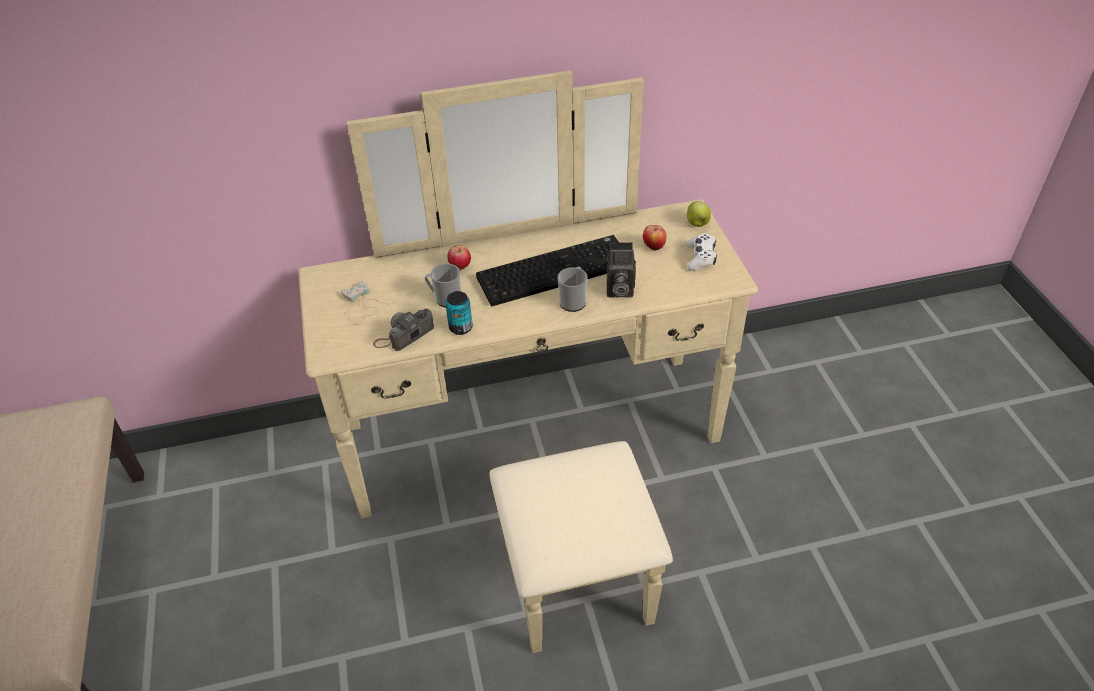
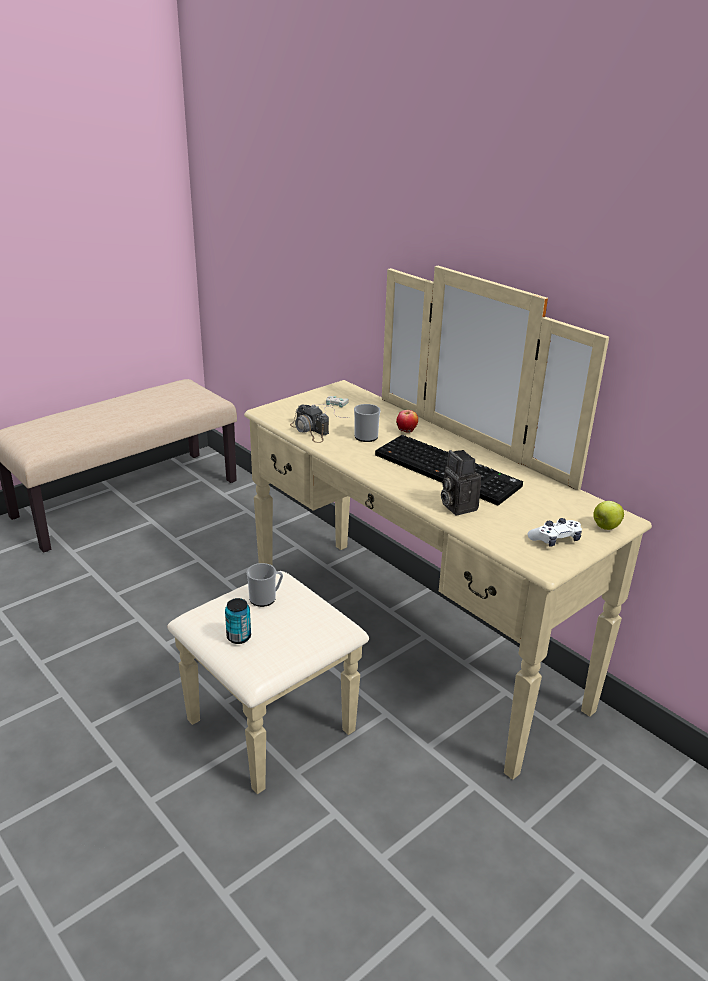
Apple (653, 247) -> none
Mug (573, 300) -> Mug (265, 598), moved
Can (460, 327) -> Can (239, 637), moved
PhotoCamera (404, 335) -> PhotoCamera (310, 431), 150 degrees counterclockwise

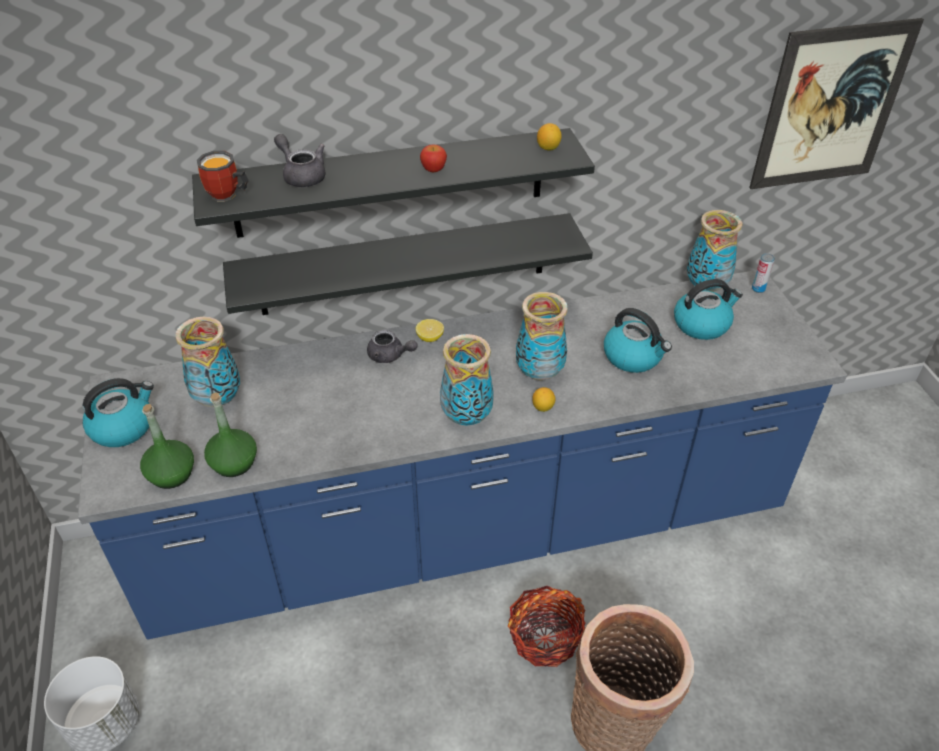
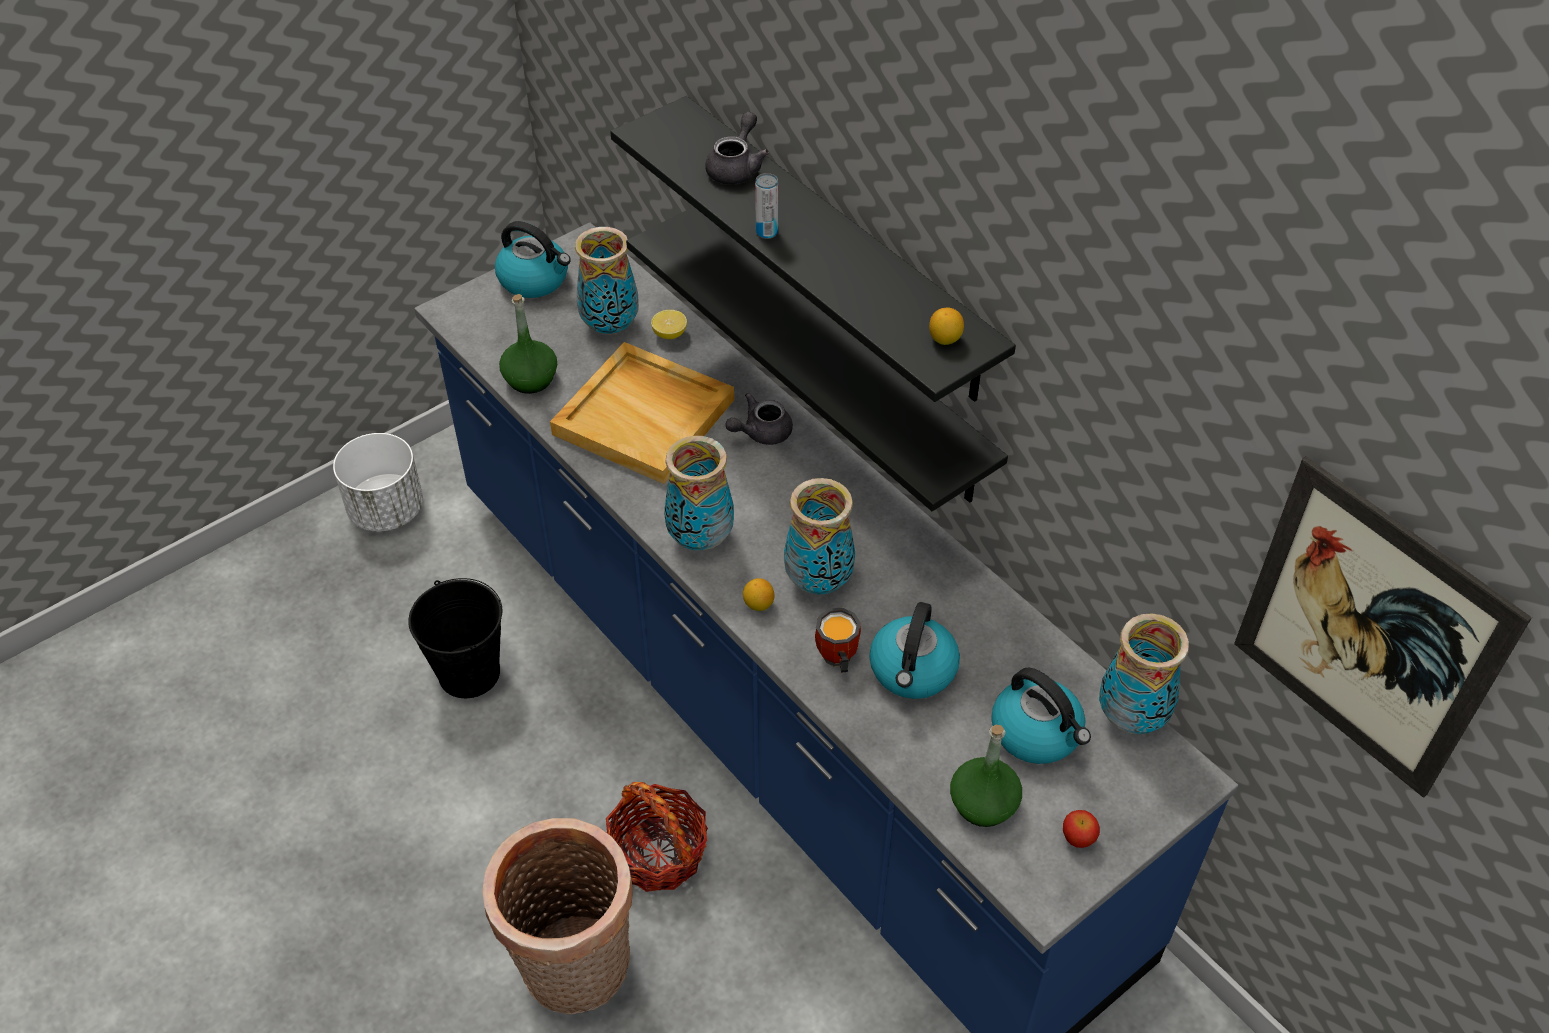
Apple (433, 169) -> Apple (1078, 838), moved
Mug (227, 196) -> Mug (835, 659), moved
Can (758, 289) -> Can (767, 232), moved
Lemon (430, 338) -> Lemon (670, 334), moved
GreyTeapot (390, 356) -> GreyTeapot (761, 432), 60 degrees clockwise
GreenBottle (171, 474) -> GreenBottle (983, 804), moved
none -> BeigeTray (645, 416)
none -> BlackBucket (468, 673)

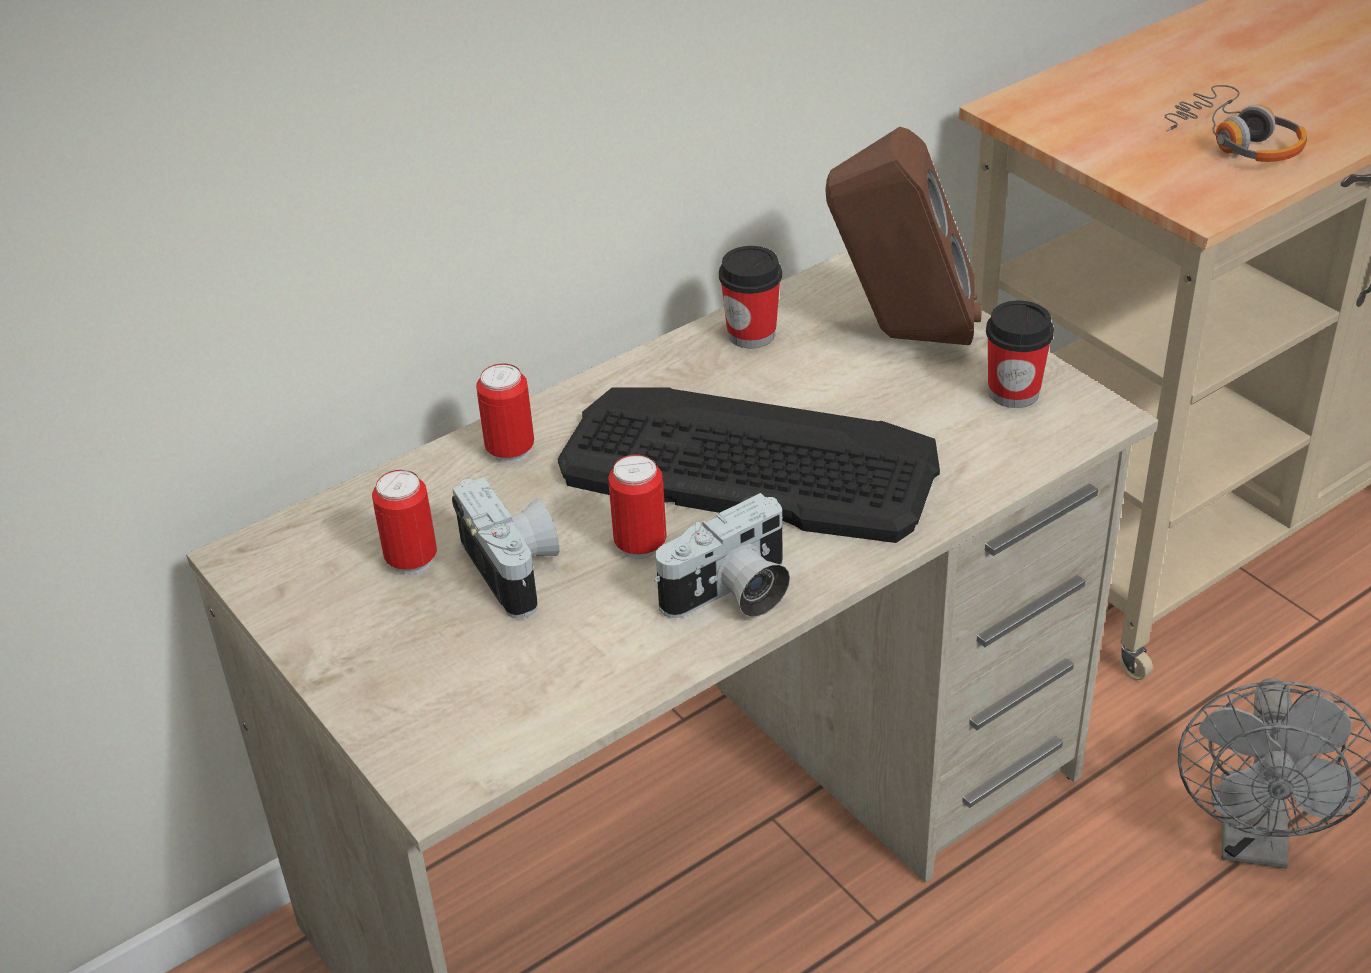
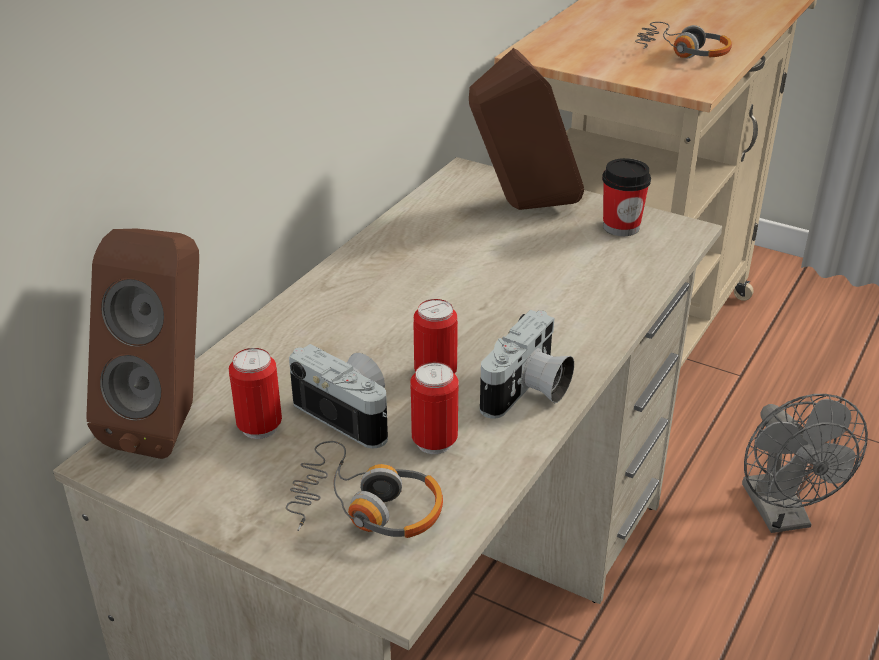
Cup (751, 334) -> none
Can (510, 450) -> Can (434, 442), moved
Keyboard (748, 463) -> none
none -> BrownSpeaker (170, 422)
none -> Headphones (366, 508)

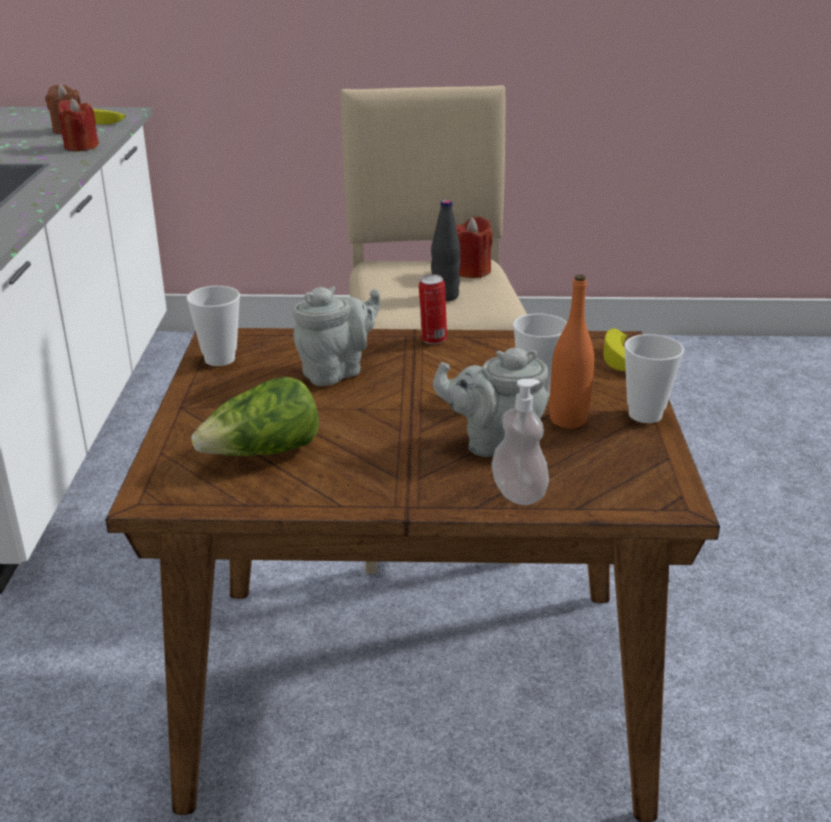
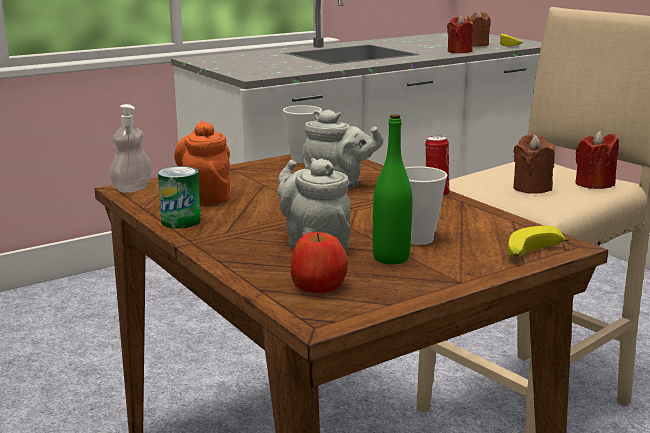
BlackBottle (445, 296) -> BrownCandle (531, 188)
OrangeBottle (568, 419) -> GreenBottle (391, 258)
Cup (645, 414) -> none
Lettuce (263, 453) -> OrangeTeapot (206, 196)
SoapDispenser (518, 493) -> SoapDispenser (132, 189), moved
none -> Can (181, 221)
none -> Apple (318, 285)

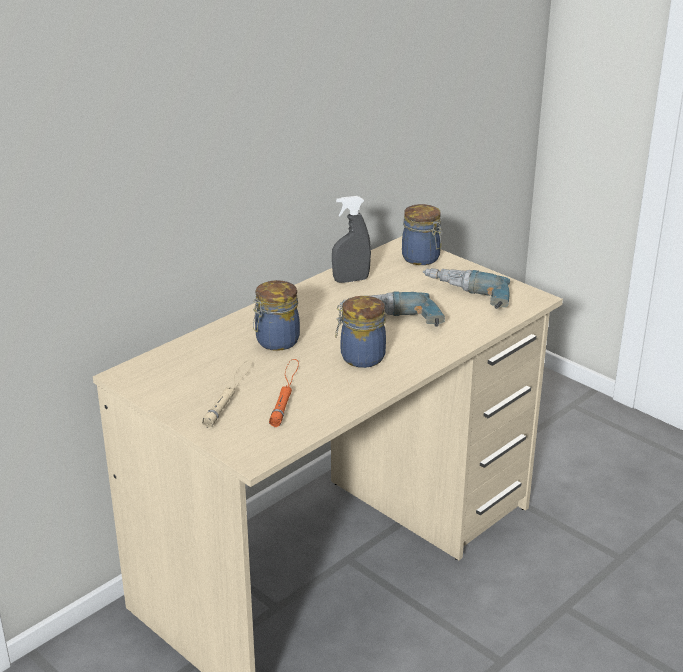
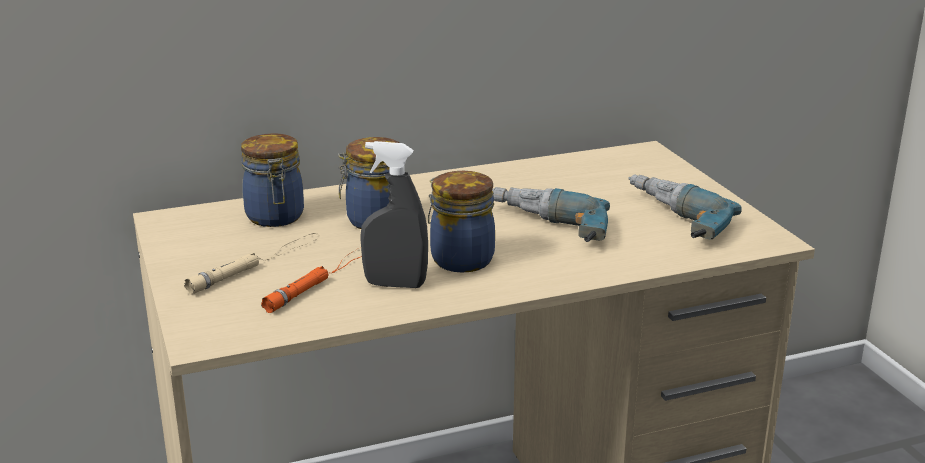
GreySprayBottle (351, 280) -> GreySprayBottle (395, 284), moved
Jar (422, 259) -> Jar (275, 217), moved

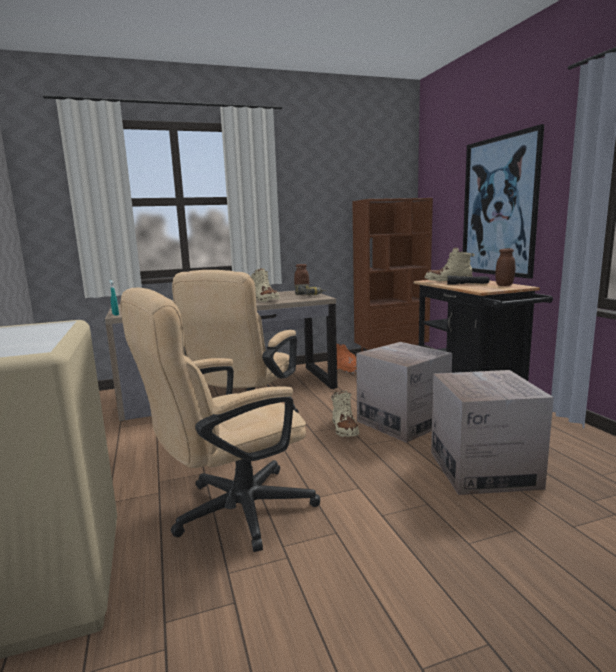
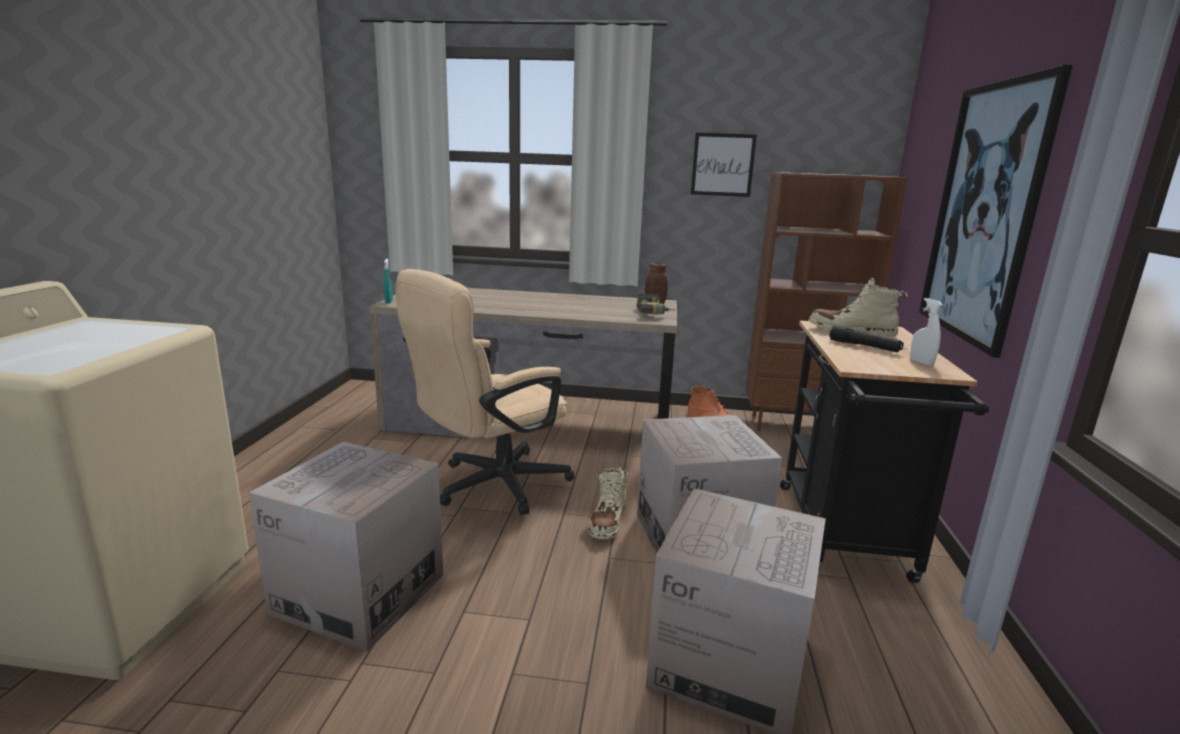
BrownJar (504, 285) -> WhiteSprayBottle (921, 363)
BeigeBoot (265, 300) -> none
BeigeOfficeChair (231, 513) -> CardboardBox (359, 593)
none -> Picture (722, 165)

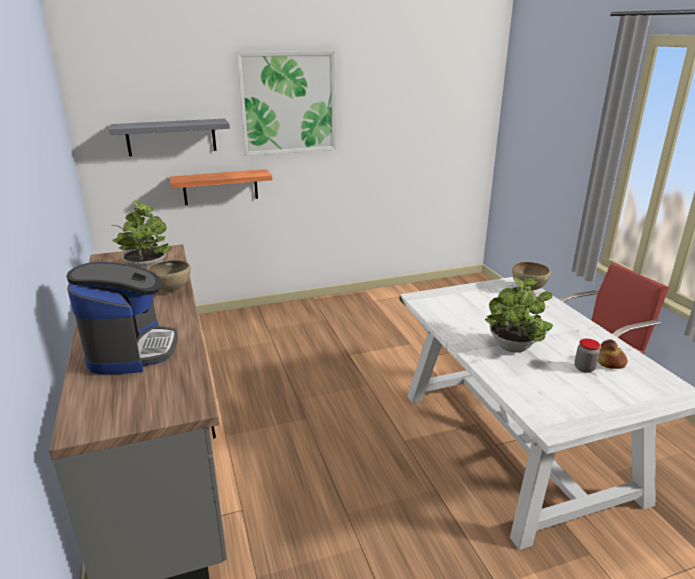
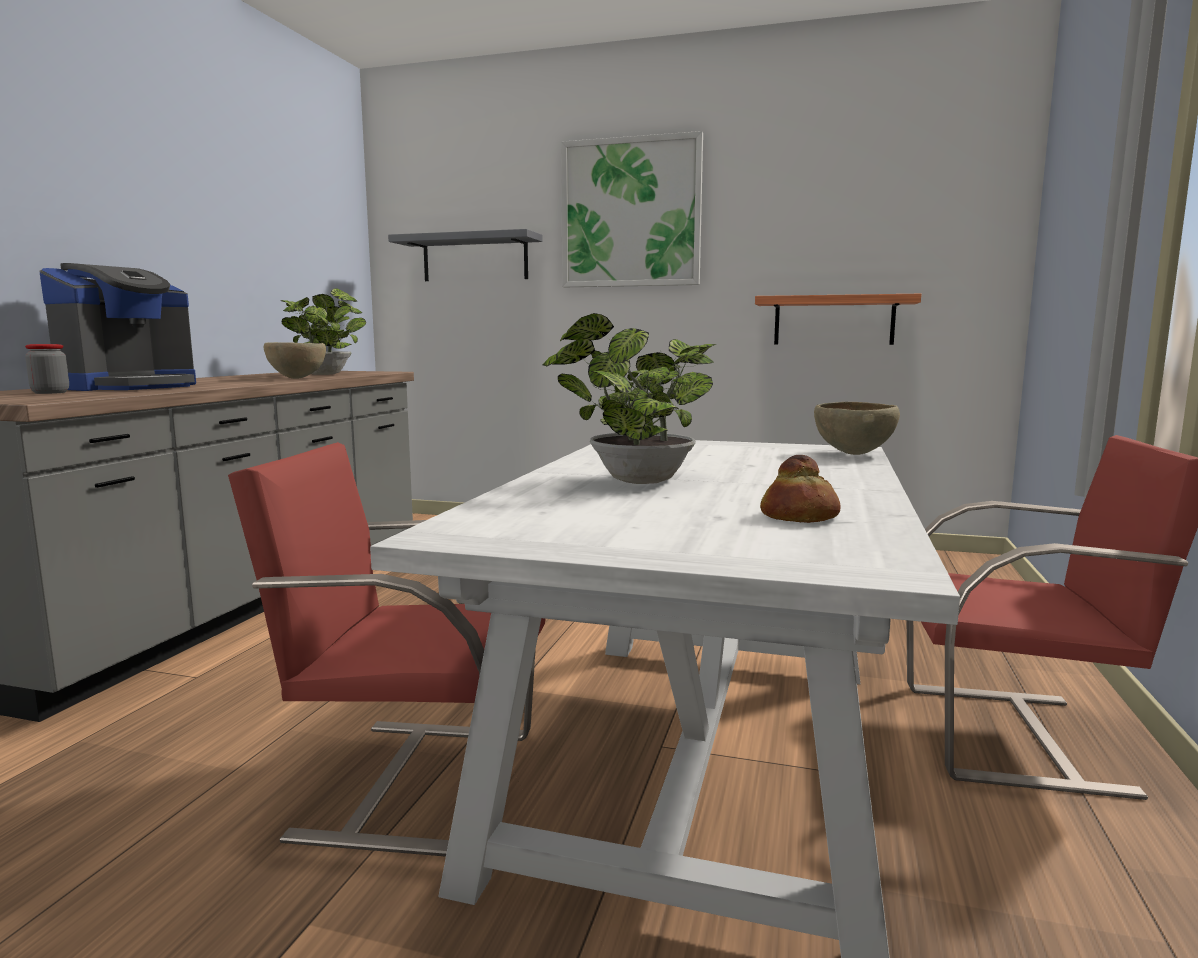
Shelf (220, 187) -> Shelf (833, 320), moved
Jar (584, 368) -> Jar (50, 392), moved
none -> RedChair (415, 781)

